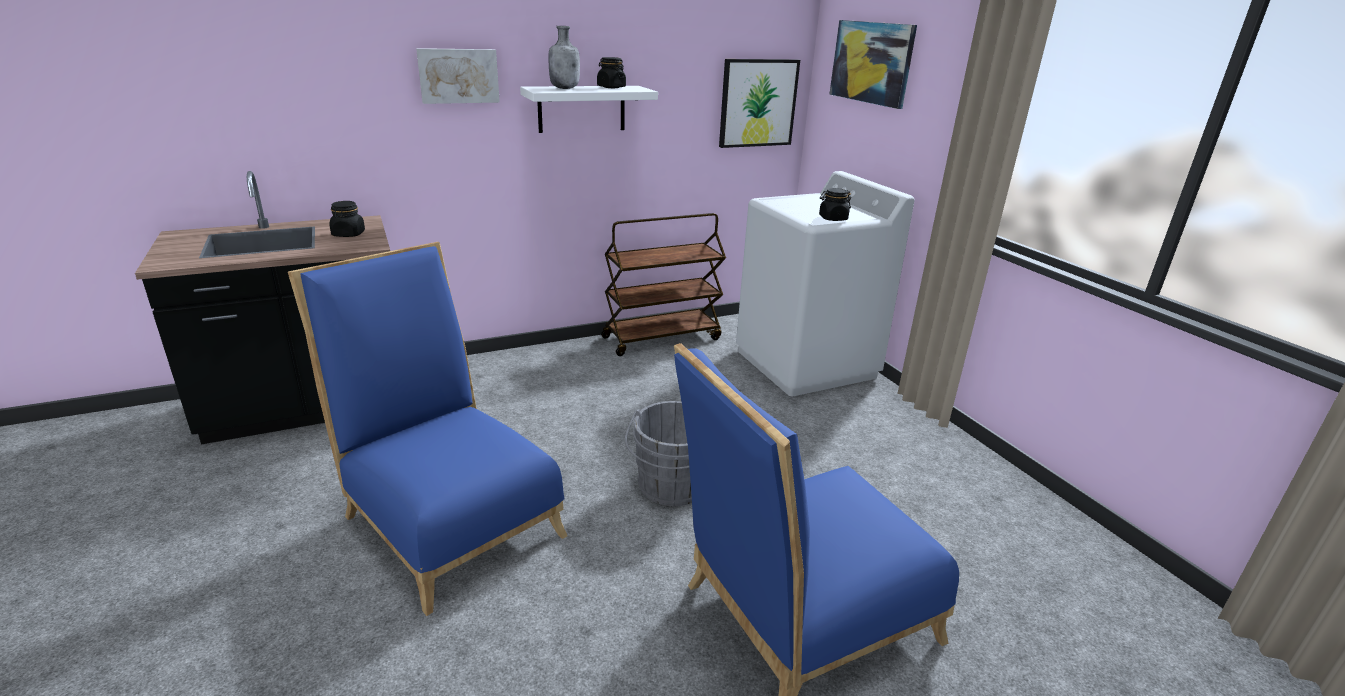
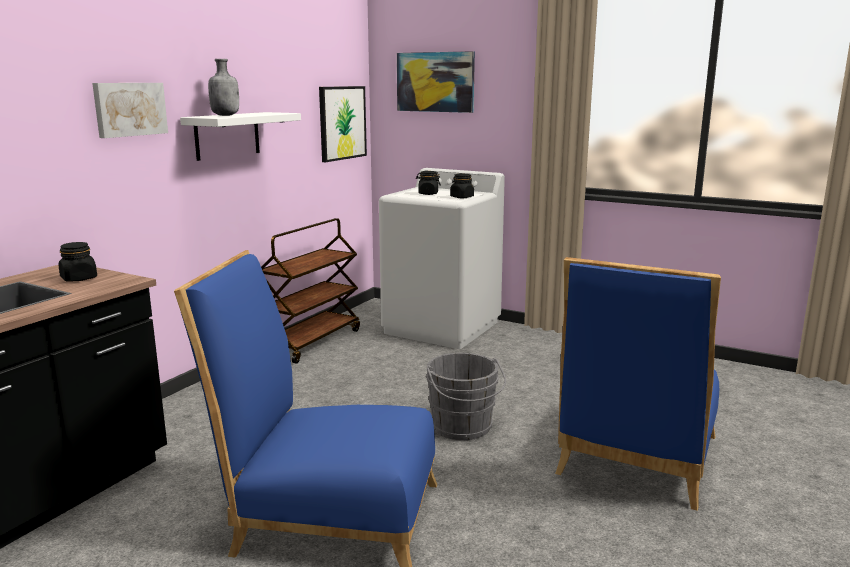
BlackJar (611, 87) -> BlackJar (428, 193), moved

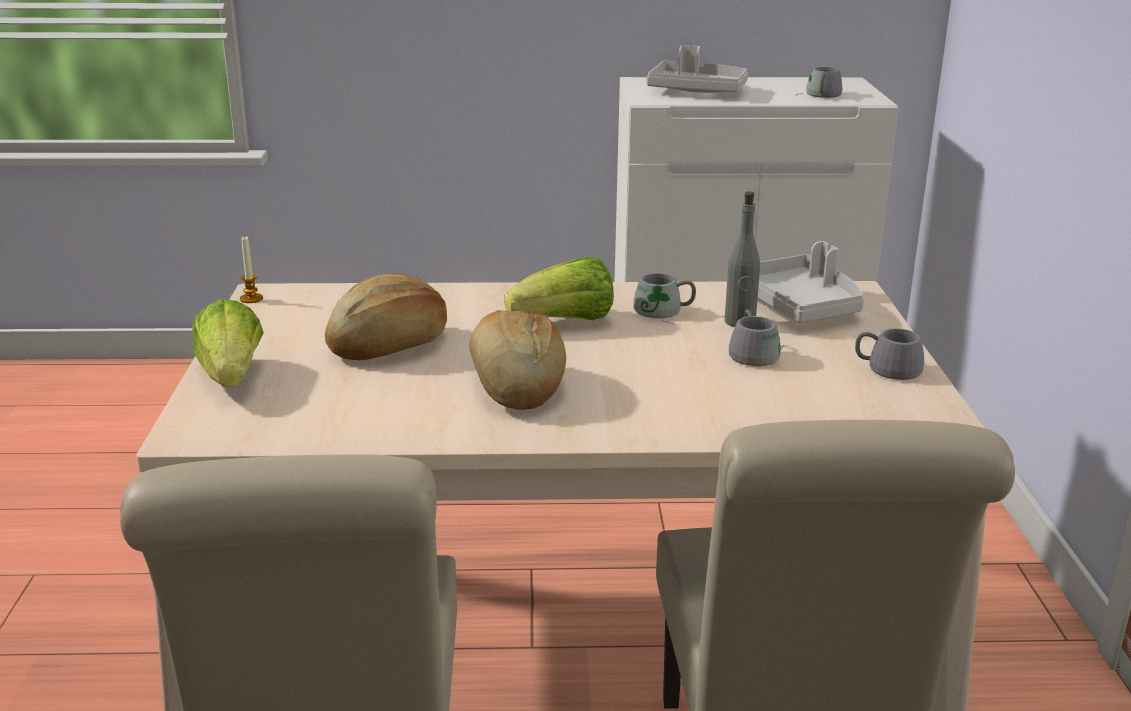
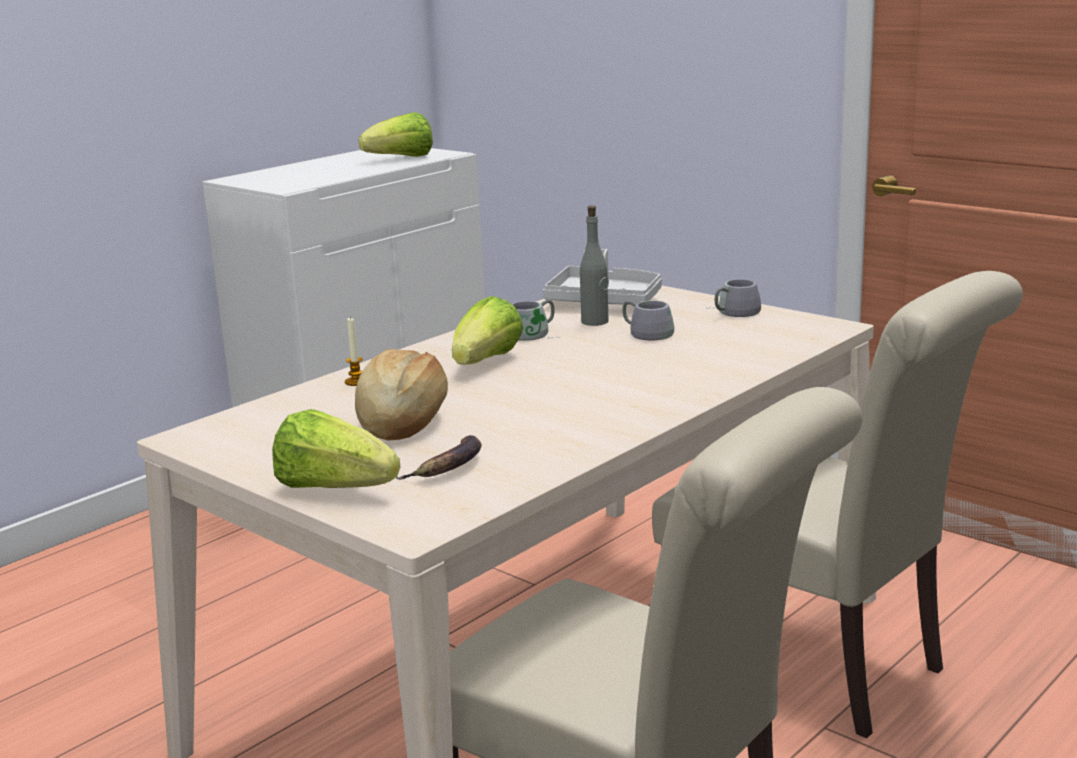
GreyTray (697, 91) -> none
GreyMug (819, 95) -> Lettuce (401, 158)
Candle (251, 299) -> Candle (356, 382), moved
Bread (514, 386) -> none
none -> Banana (449, 467)

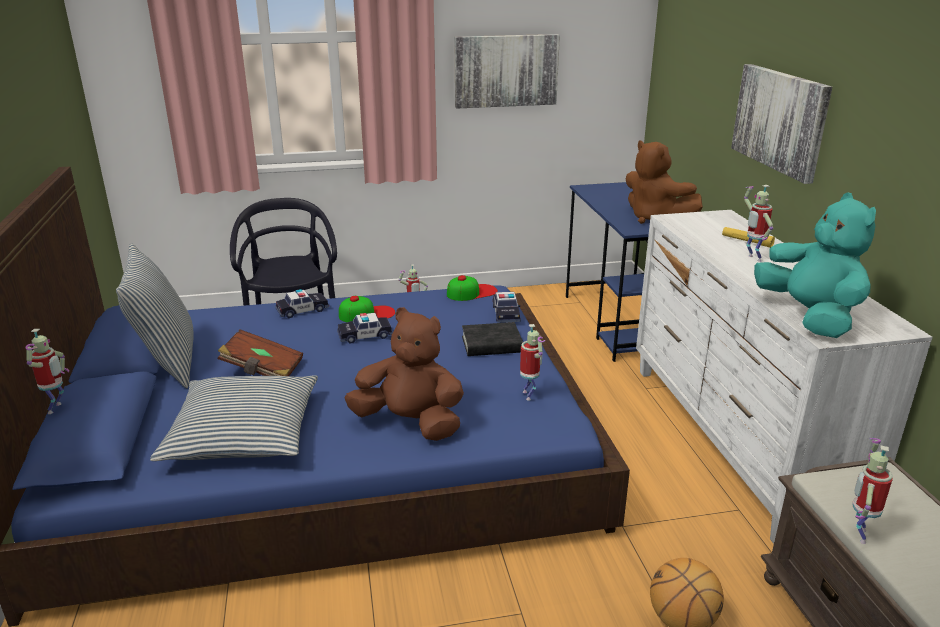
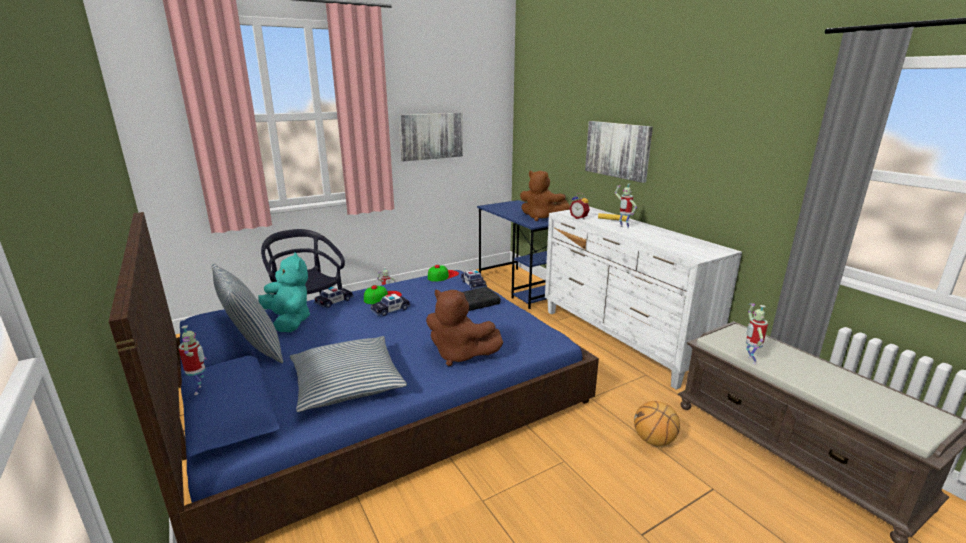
TurquoisePlushToy (809, 317) -> TurquoisePlushToy (289, 321), moved
BrownPlushToy (410, 423) -> BrownPlushToy (460, 355), 150 degrees counterclockwise
ToyRobot (529, 395) -> none
BrownBook (262, 370) -> none
none -> AlarmClock (579, 218)

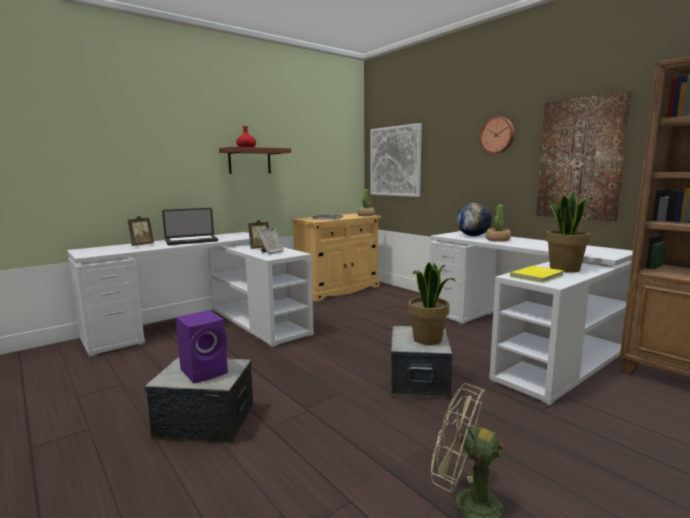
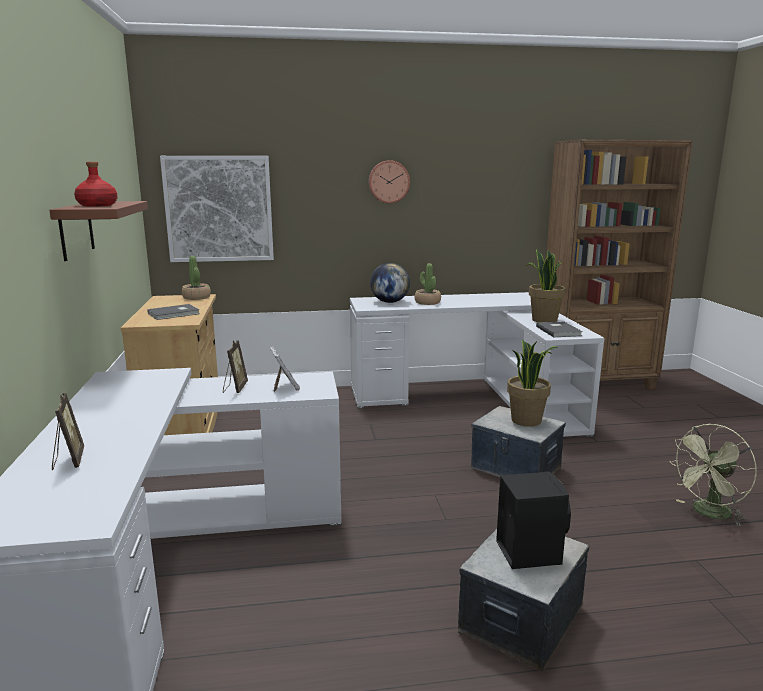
Picture (580, 159) -> none
Laptop (191, 241) -> none
YellowBook (538, 276) -> GreyBook (559, 331)
PurpleSpeaker (206, 371) -> BlackSpeaker (528, 551)

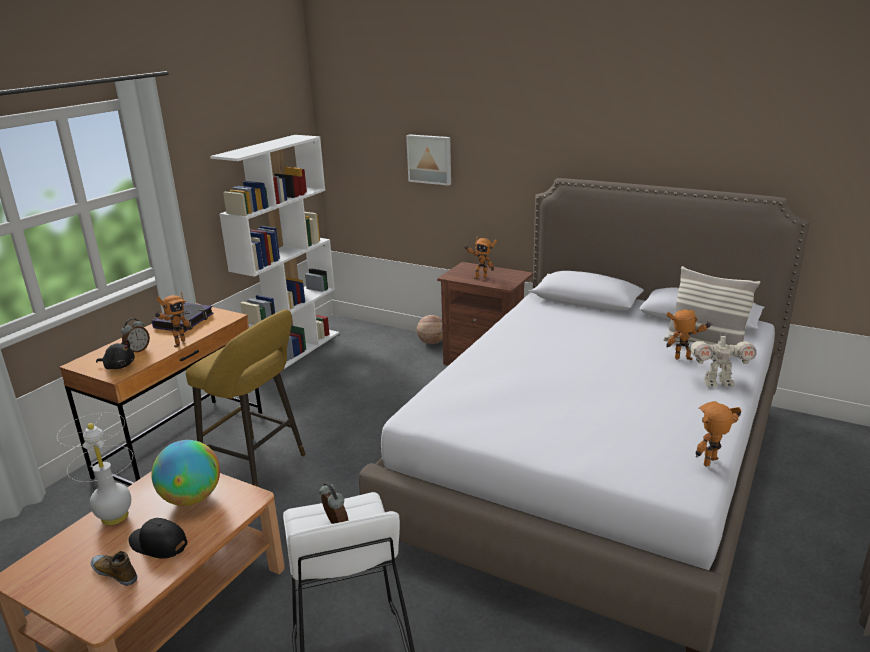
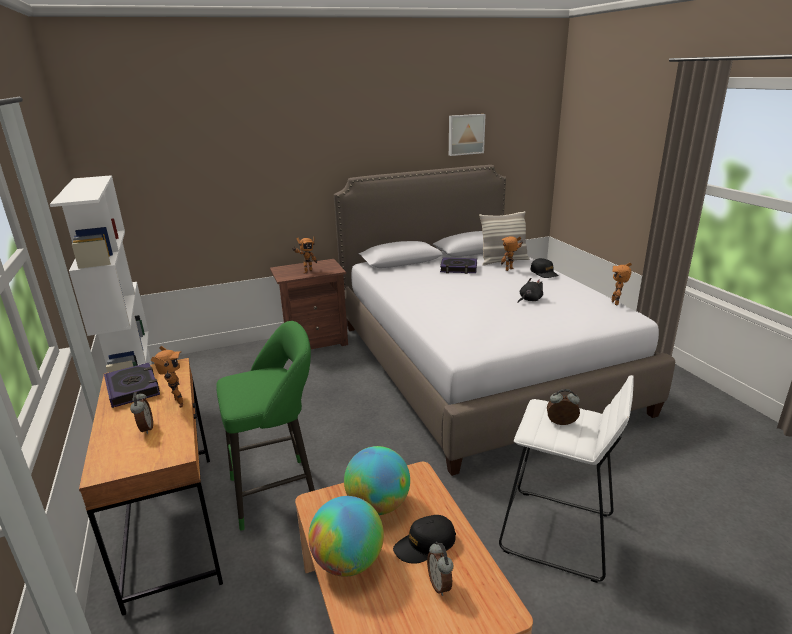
Picture (430, 159) -> Picture (465, 134), moved
YellowStool (258, 466) -> GreenStool (279, 491)
Basketball (432, 342) -> none
ToyRobot (717, 383) -> BlackCap (544, 273)
BlackPlushToy (119, 366) -> BlackPlushToy (529, 300), moved
WhiteTableLamp (114, 516) -> Globe (348, 562)
Shoe (115, 573) -> AlarmClock (440, 584)
none -> Book (458, 268)

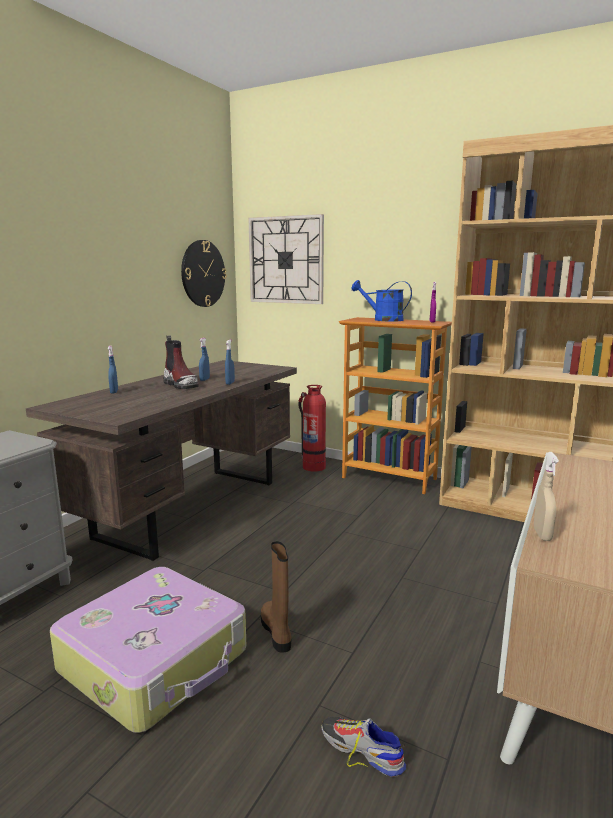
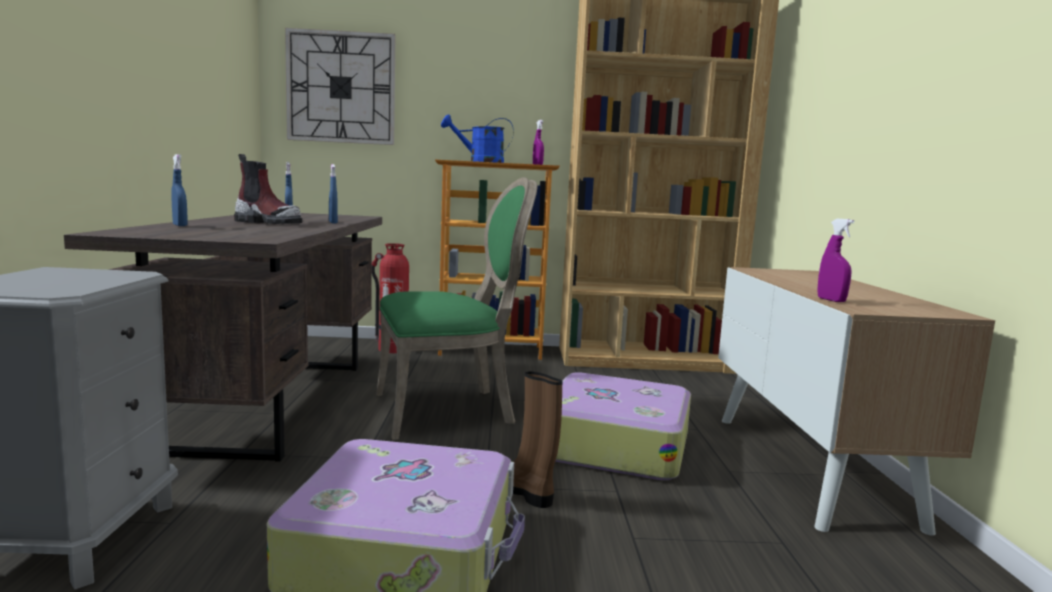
WallClock (203, 273) -> none
BeigeSprayBottle (542, 535) -> PurpleSprayBottle (831, 300)
Shoe (361, 750) -> none
none -> GreenChair (449, 410)
none -> Suitcase (613, 444)

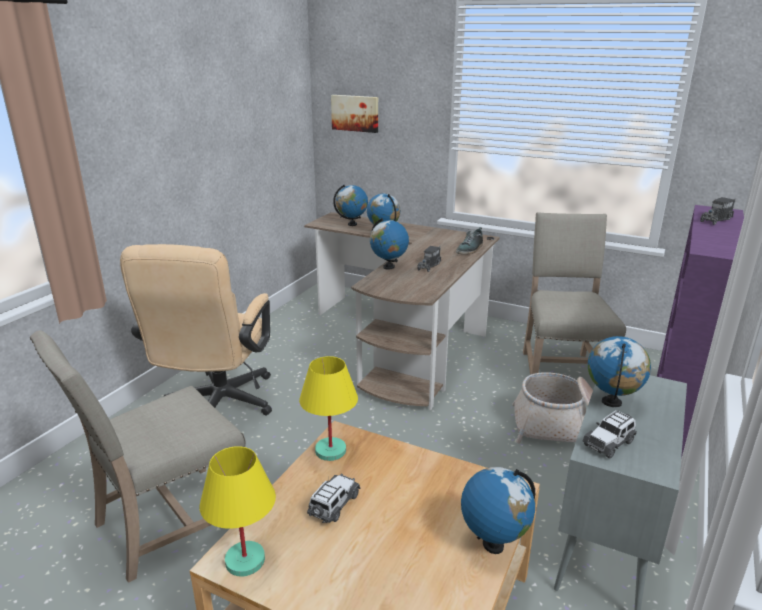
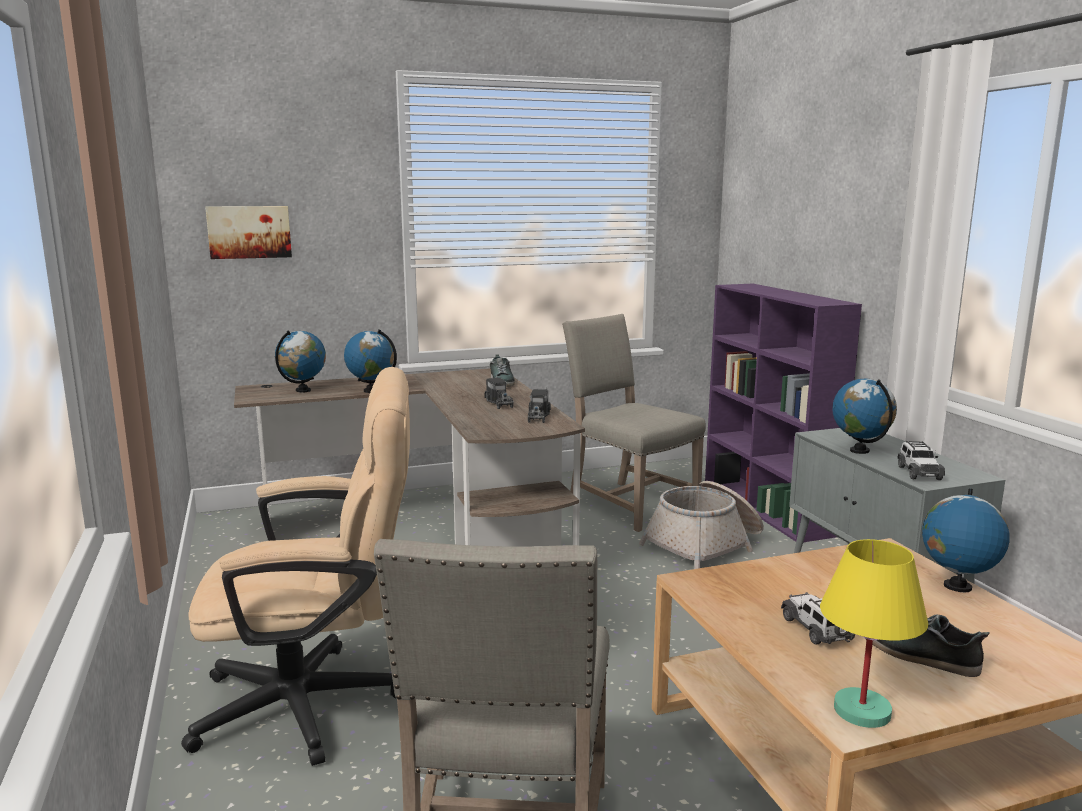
ToyTruck (716, 219) -> ToyTruck (538, 416), moved
Globe (388, 267) -> none
BeigeOfficeChair (217, 407) -> BeigeOfficeChair (318, 703), 60 degrees counterclockwise
YellowTableLamp (331, 451) -> none
none -> Shoe (919, 655)

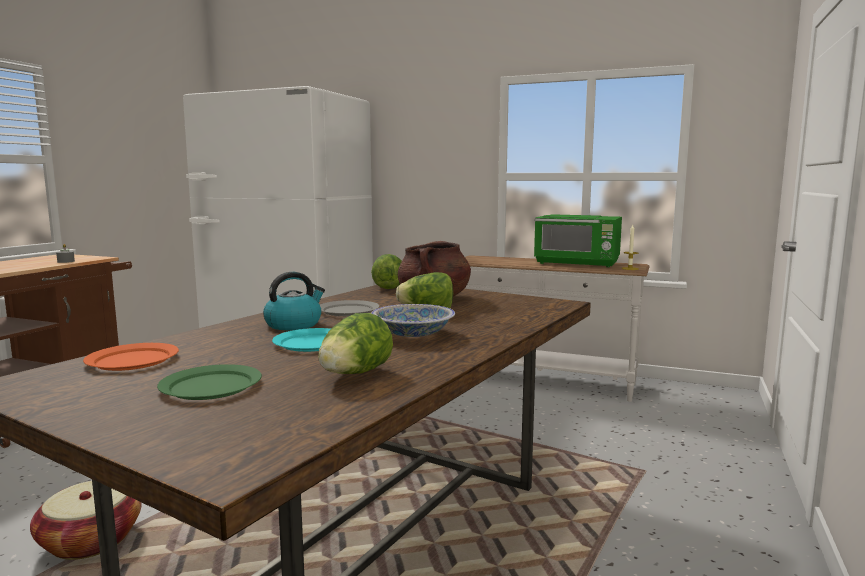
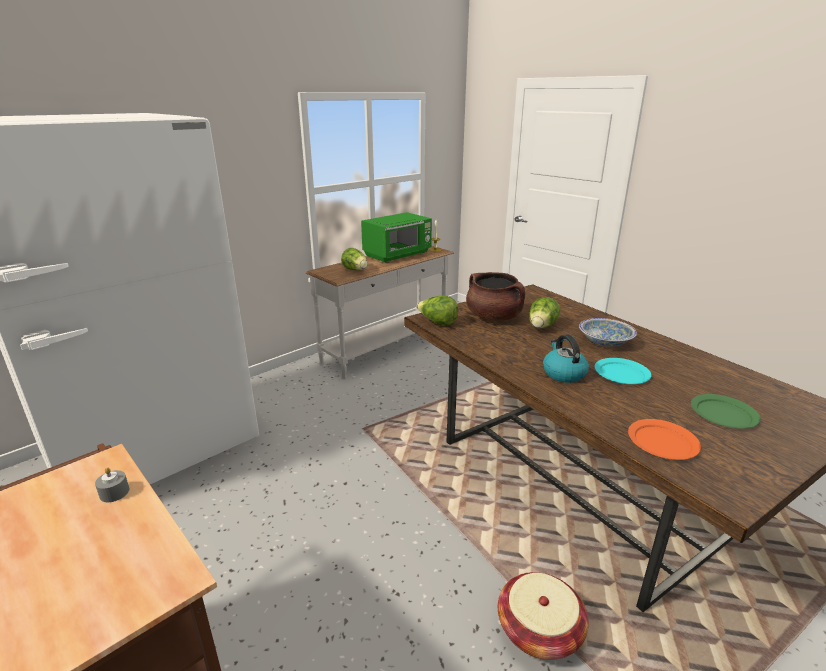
GreyPlate (349, 311) -> none
Lettuce (354, 374) -> Lettuce (356, 270), moved

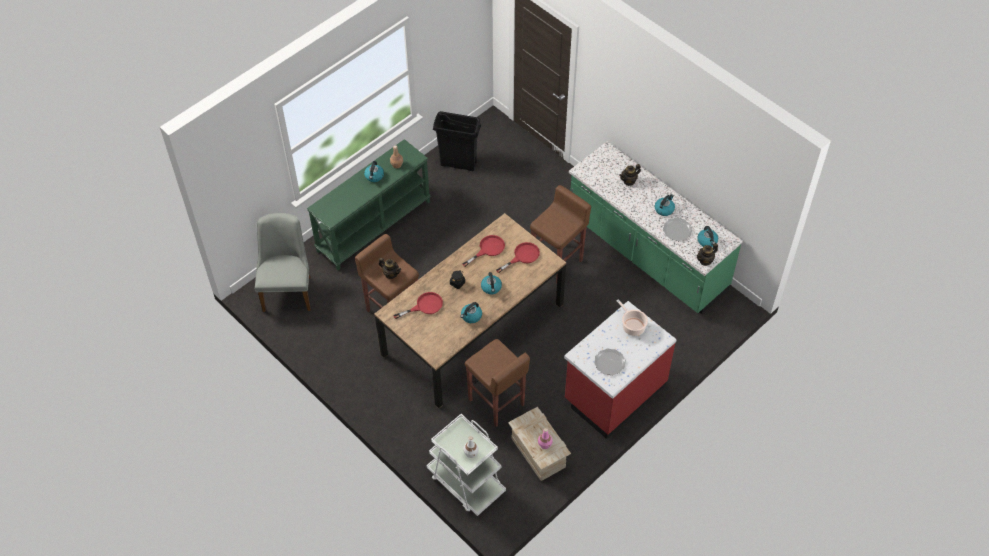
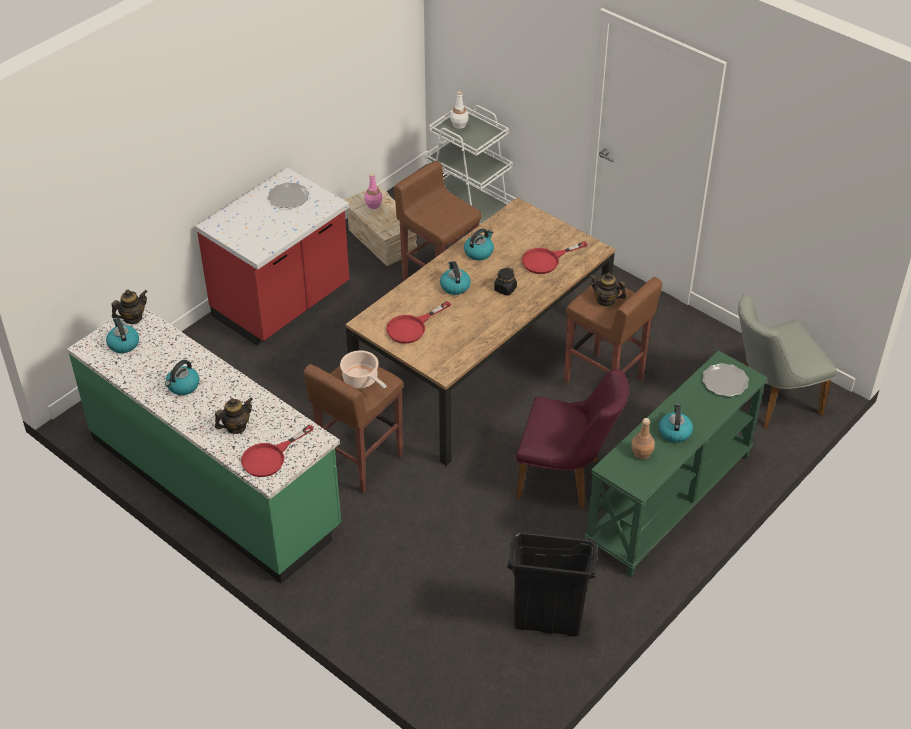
GreyChair (288, 289) -> GreyChair (769, 400), 75 degrees clockwise
Plate (677, 230) -> Plate (725, 381), moved
RedFryingPan (488, 249) -> RedFryingPan (270, 457), moved
CookingPot (632, 326) -> CookingPot (362, 380), moved
none -> PurpleChair (566, 479)

